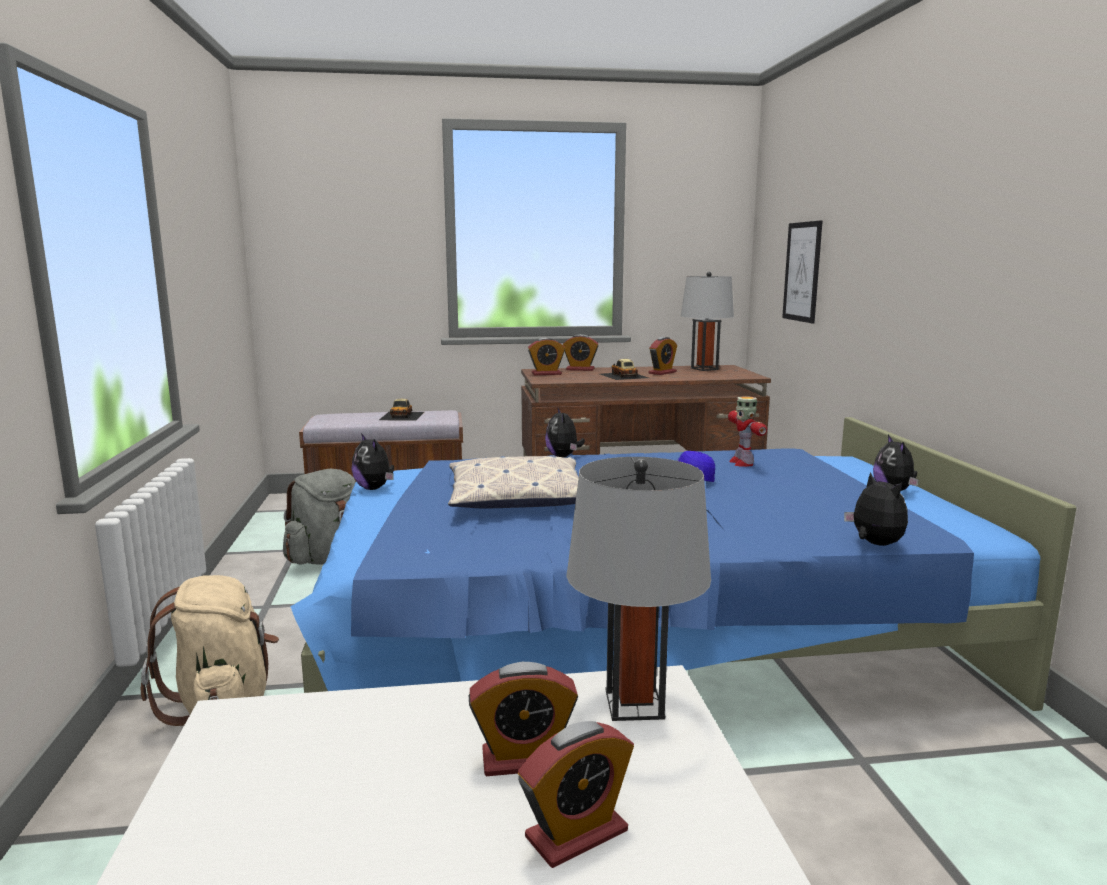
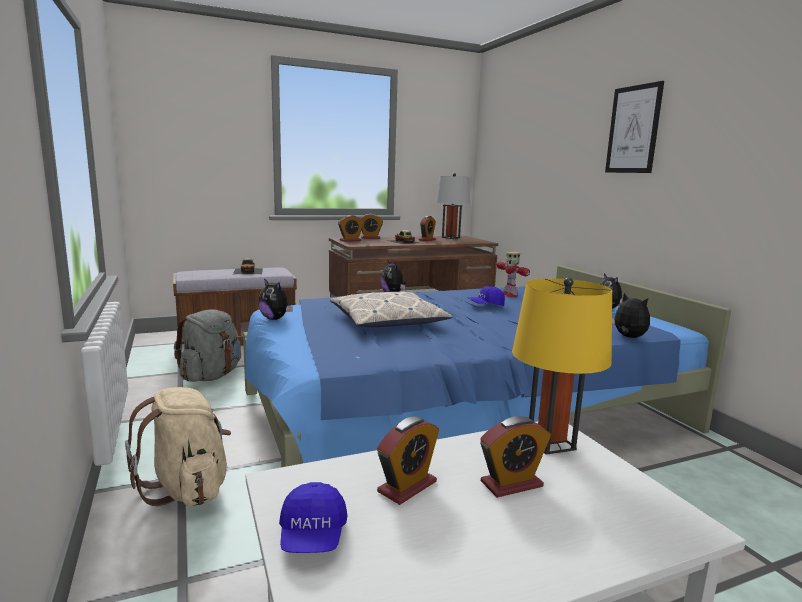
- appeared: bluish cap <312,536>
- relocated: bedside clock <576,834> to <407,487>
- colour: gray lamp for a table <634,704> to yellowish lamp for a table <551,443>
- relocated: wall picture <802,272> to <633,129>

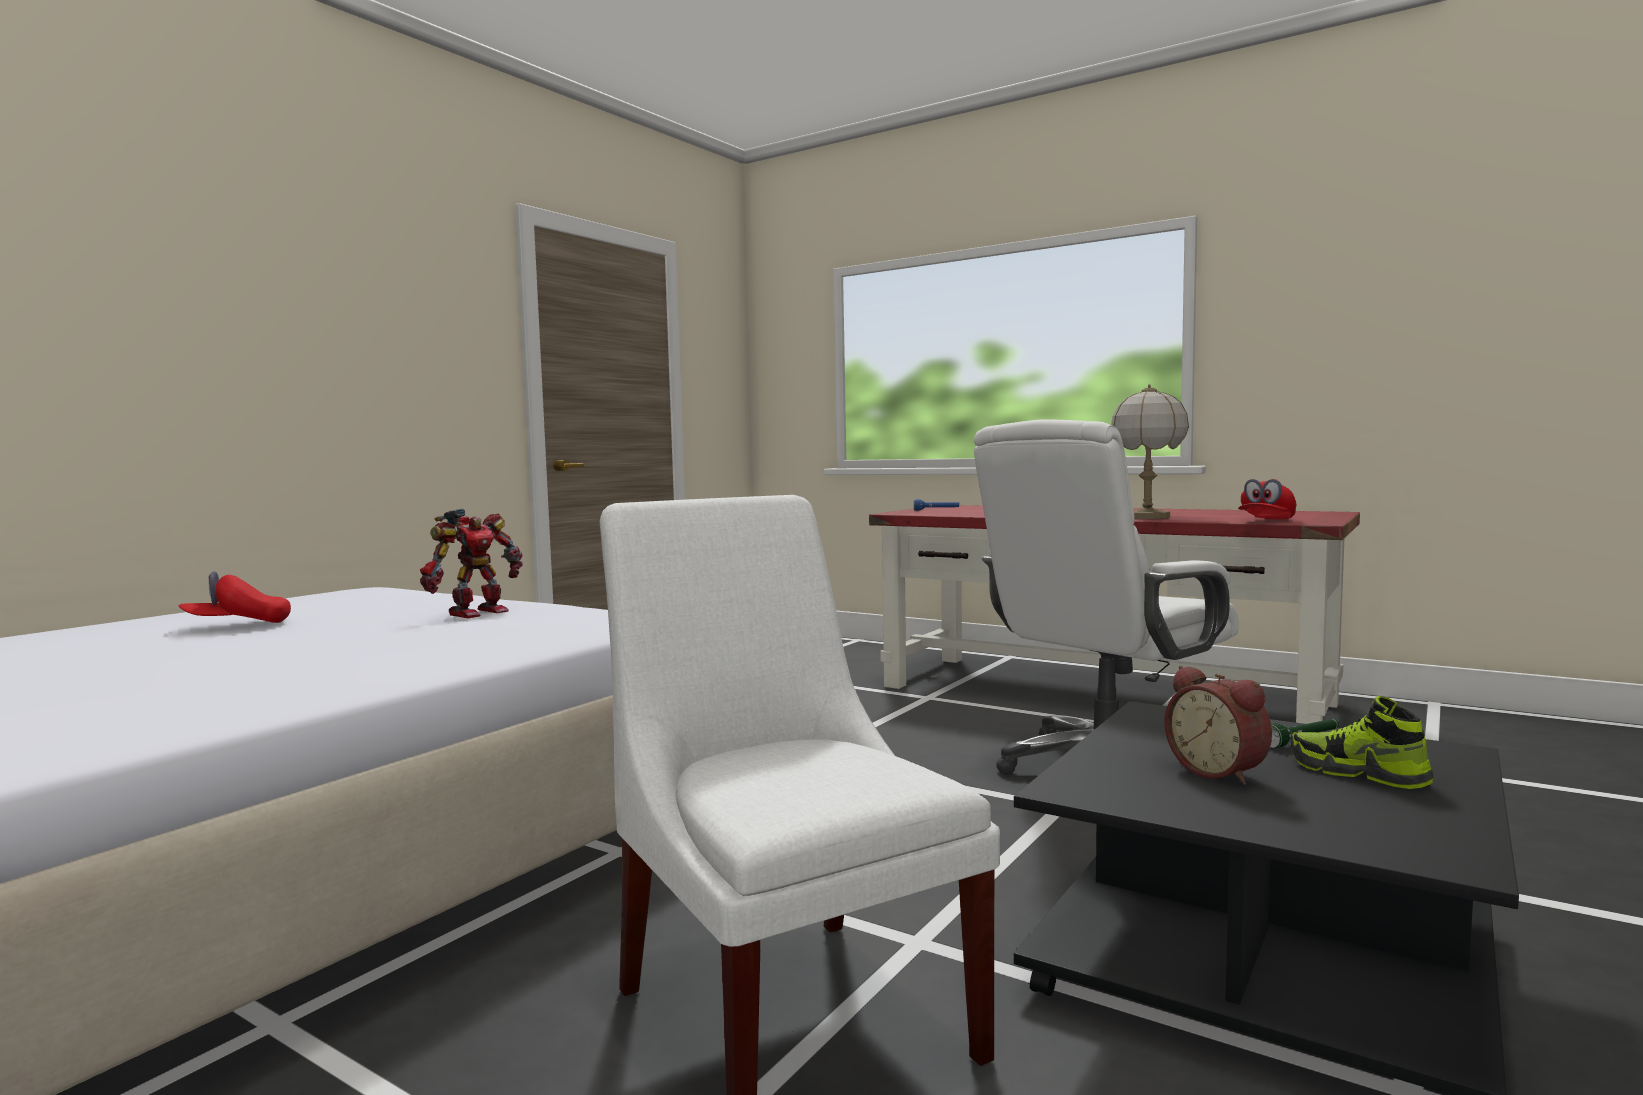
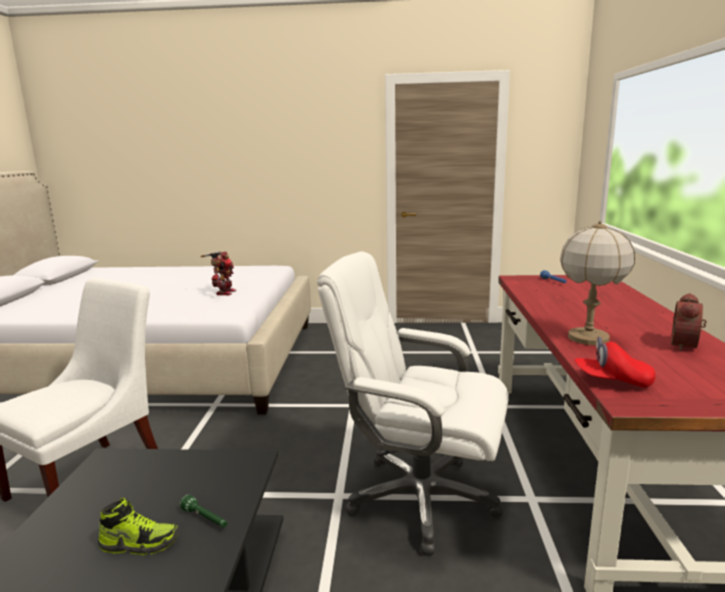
- spun: low shoe <1358,773> = <140,543> 75 degrees clockwise
- spun: toy robot <475,612> = <224,292> 90 degrees counterclockwise
- relocated: bedside clock <1219,771> to <686,346>
- missing: red cap <237,625>

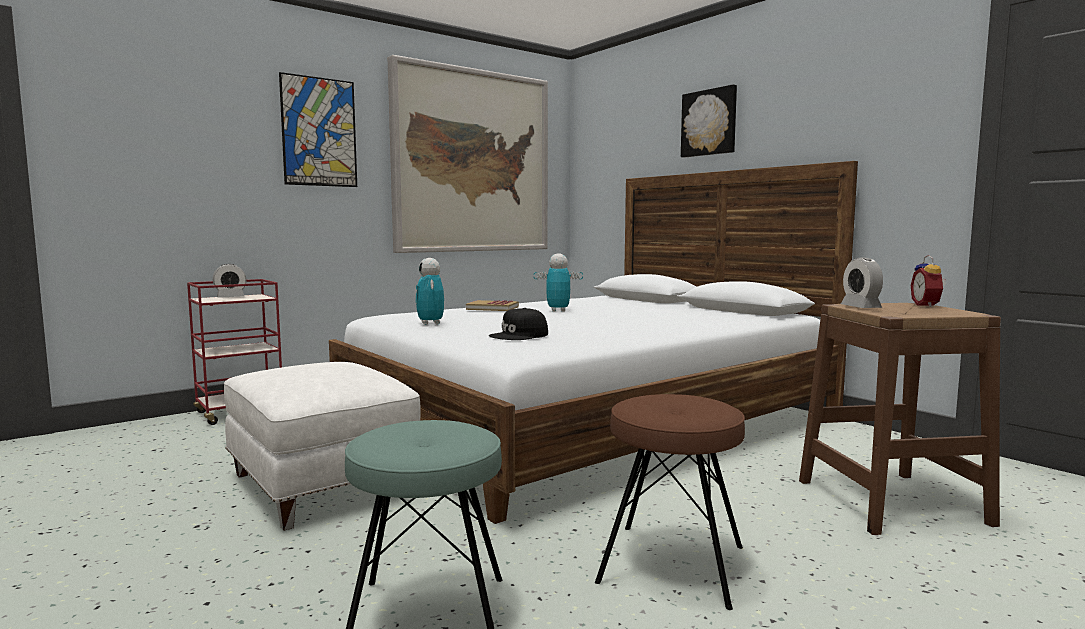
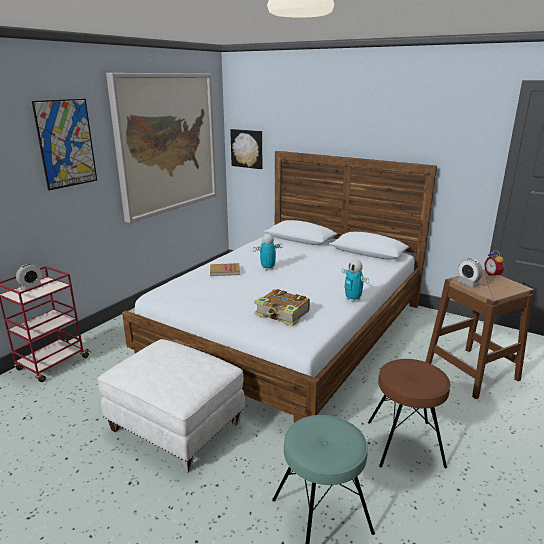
- relocated: wall picture <709,123> to <247,148>
- exchanged: black cap <519,335> to book <282,314>
- relocated: toy robot <430,323> to <353,299>

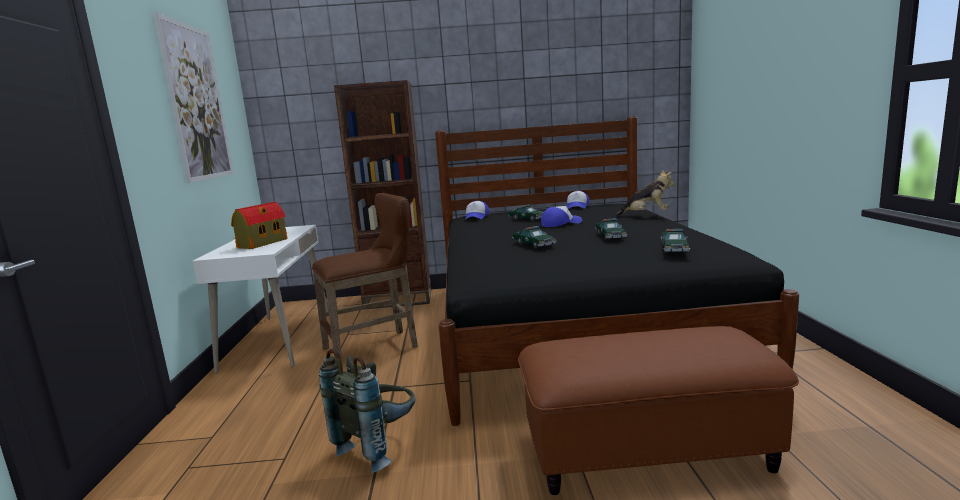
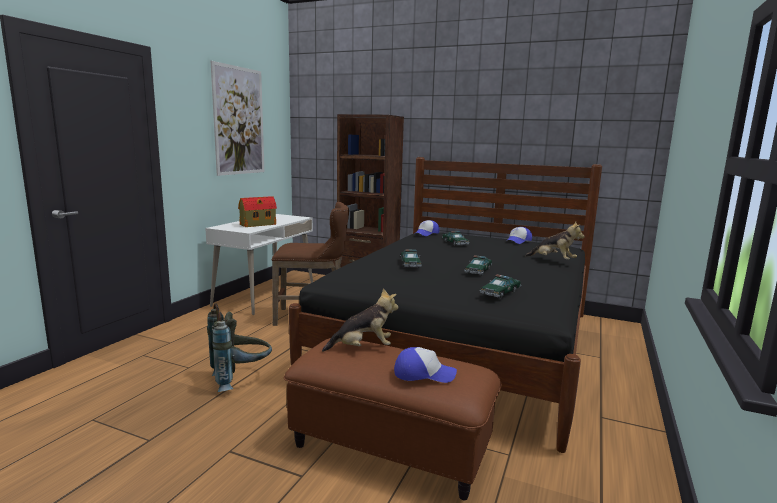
- appeared: cuddly toy <363,348>
- relocated: cap <560,224> to <423,374>

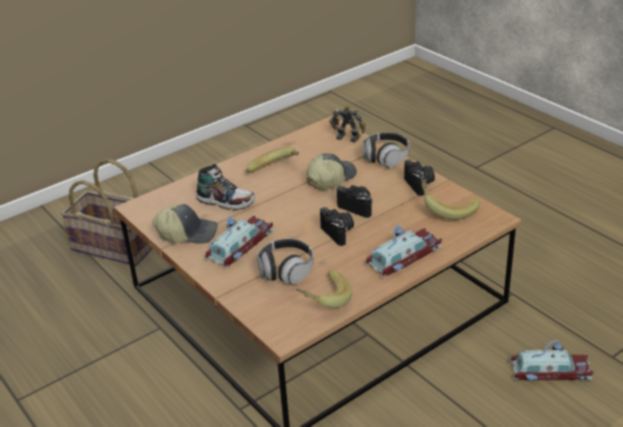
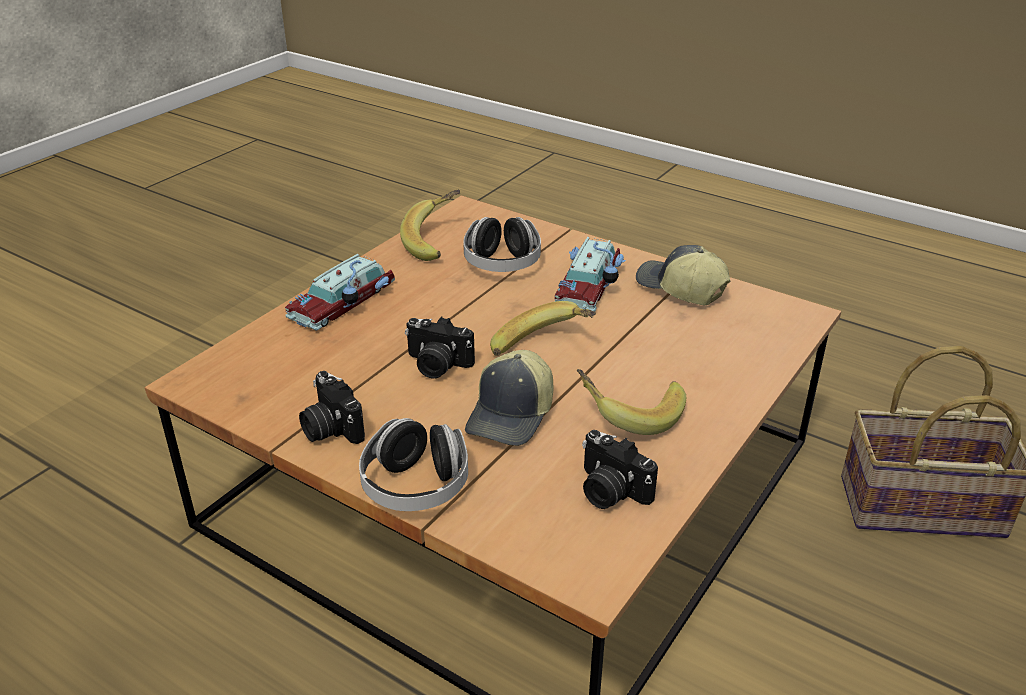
- relocated: whole banana <447,209> to <543,349>
- relocated: still camera <339,233> to <609,491>
- spun: cap <188,233> = <679,289> 60 degrees clockwise
- missing: low shoe <226,201>
- missing: toy robot <348,136>
- missing: miniature car <549,370>

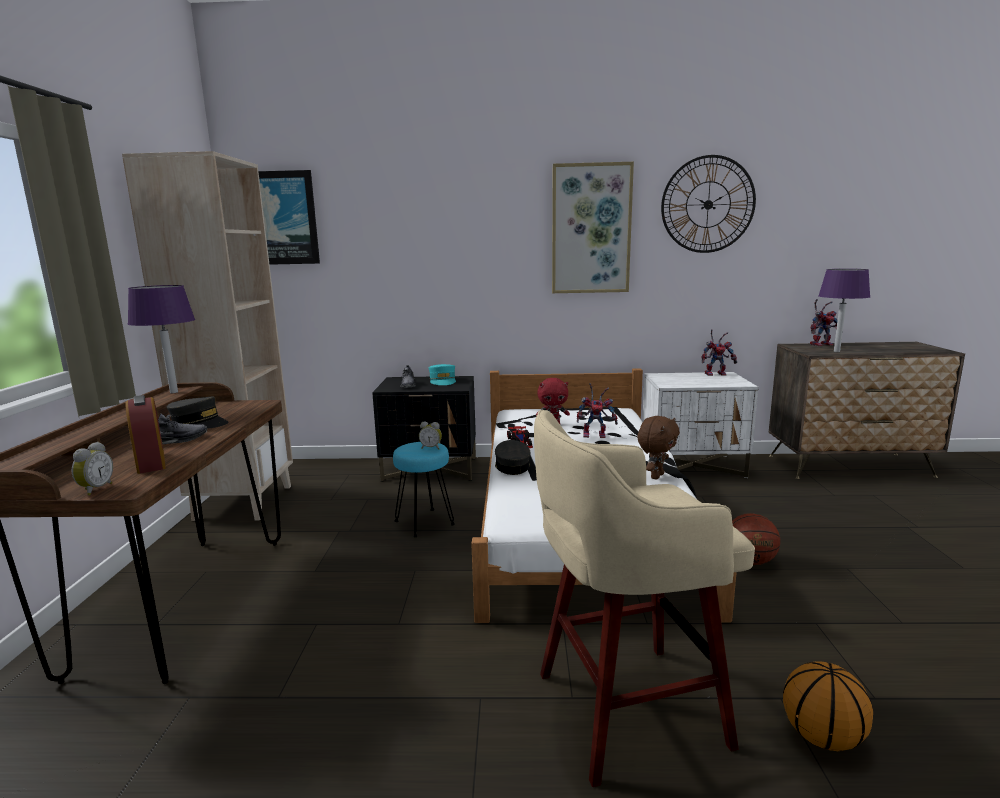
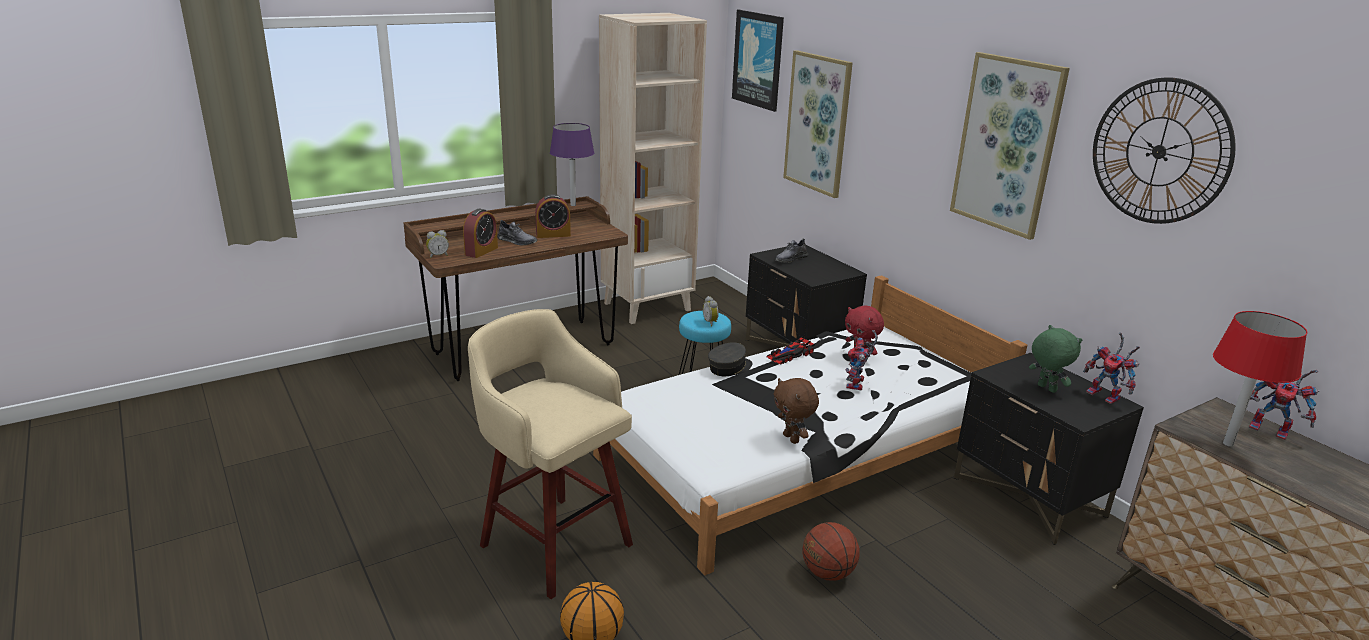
- exchanged: gray cap <199,423> to bedside clock <553,234>
- spun: brownish cuddly toy <656,476> = <792,439> 60 degrees clockwise
- appeared: wall picture <818,123>
- spun: toy robot <596,435> = <857,385> 45 degrees clockwise
- colour: whitish bedside table <693,466> to black bedside table <1029,497>
- appeared: green-coloured cuddly toy <1045,388>
- colour: purple lamp for a table <836,351> to red lamp for a table <1227,444>
- missing: turquoise cap <443,381>

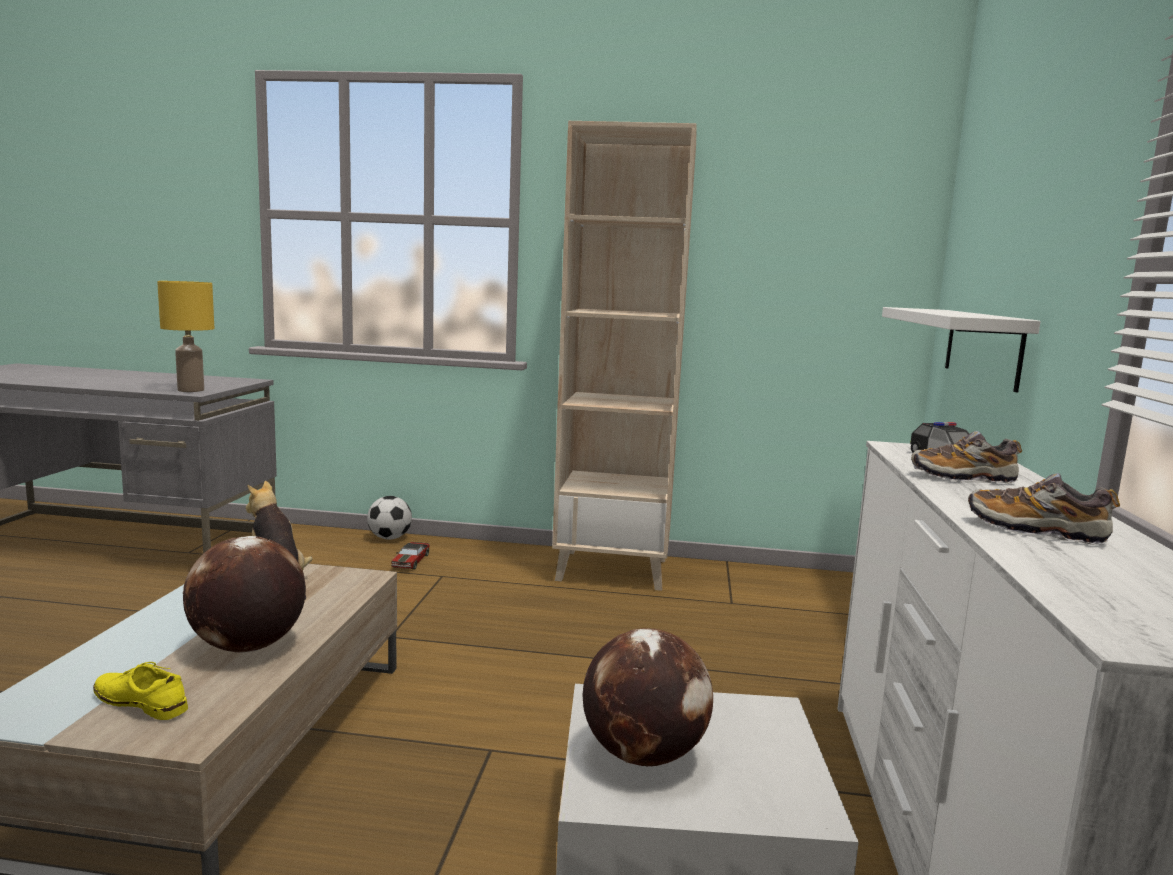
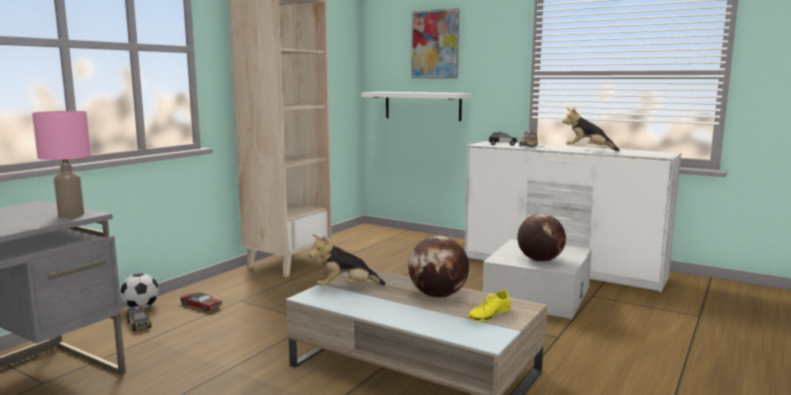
- colour: yellowish lamp for a table <190,390> to pinkish lamp for a table <71,215>
- appeared: miniature car <139,324>
- appeared: wall picture <435,44>
- exchanged: low shoe <1035,531> to cuddly toy <588,150>

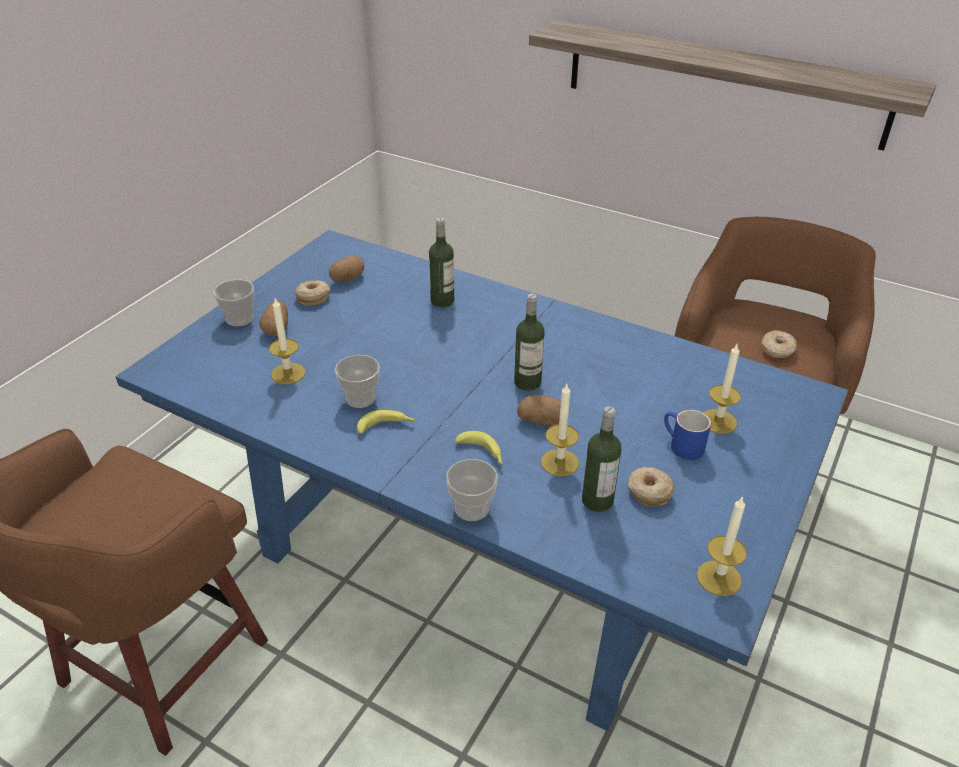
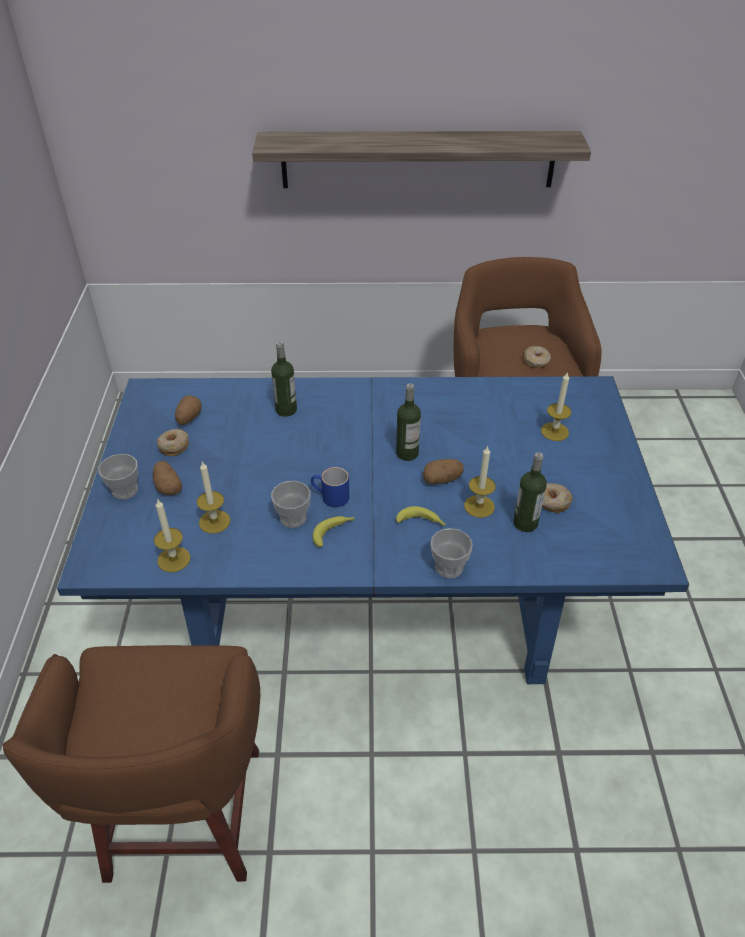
- relocated: wax light <719,578> to <174,559>
- relocated: bluish mug <681,445> to <330,497>

